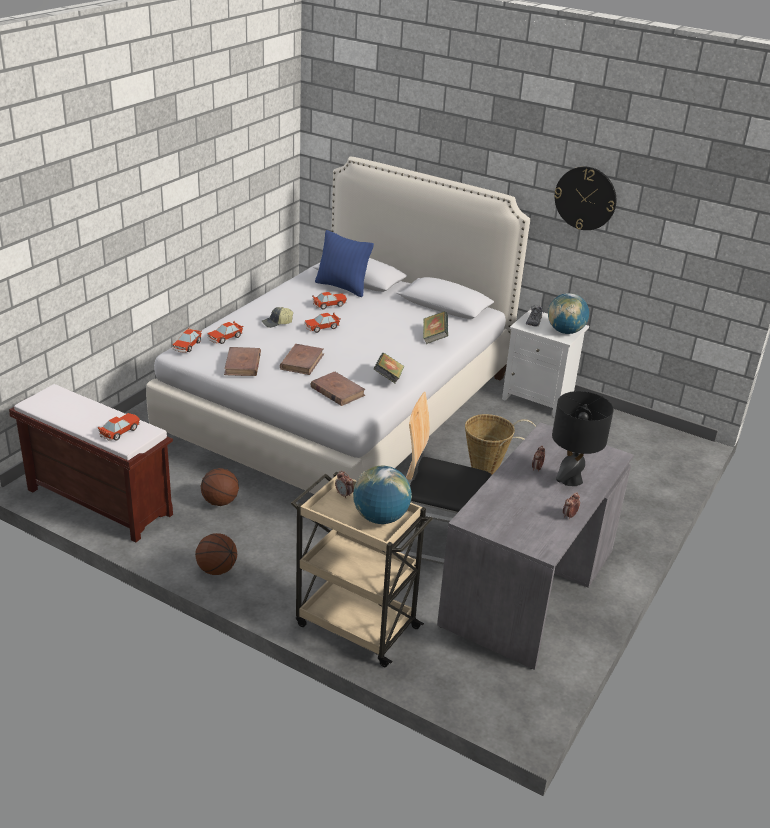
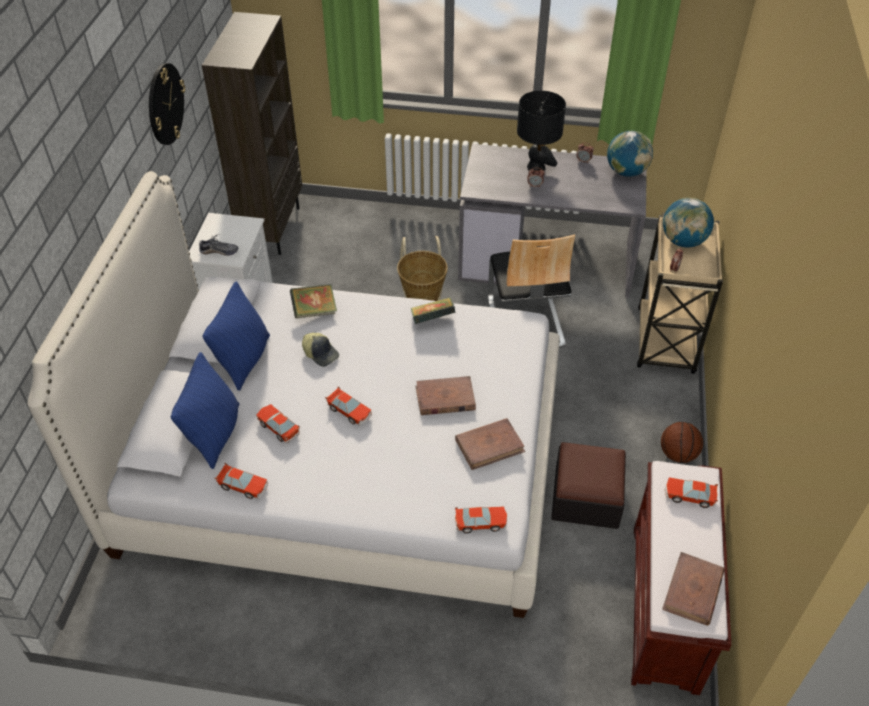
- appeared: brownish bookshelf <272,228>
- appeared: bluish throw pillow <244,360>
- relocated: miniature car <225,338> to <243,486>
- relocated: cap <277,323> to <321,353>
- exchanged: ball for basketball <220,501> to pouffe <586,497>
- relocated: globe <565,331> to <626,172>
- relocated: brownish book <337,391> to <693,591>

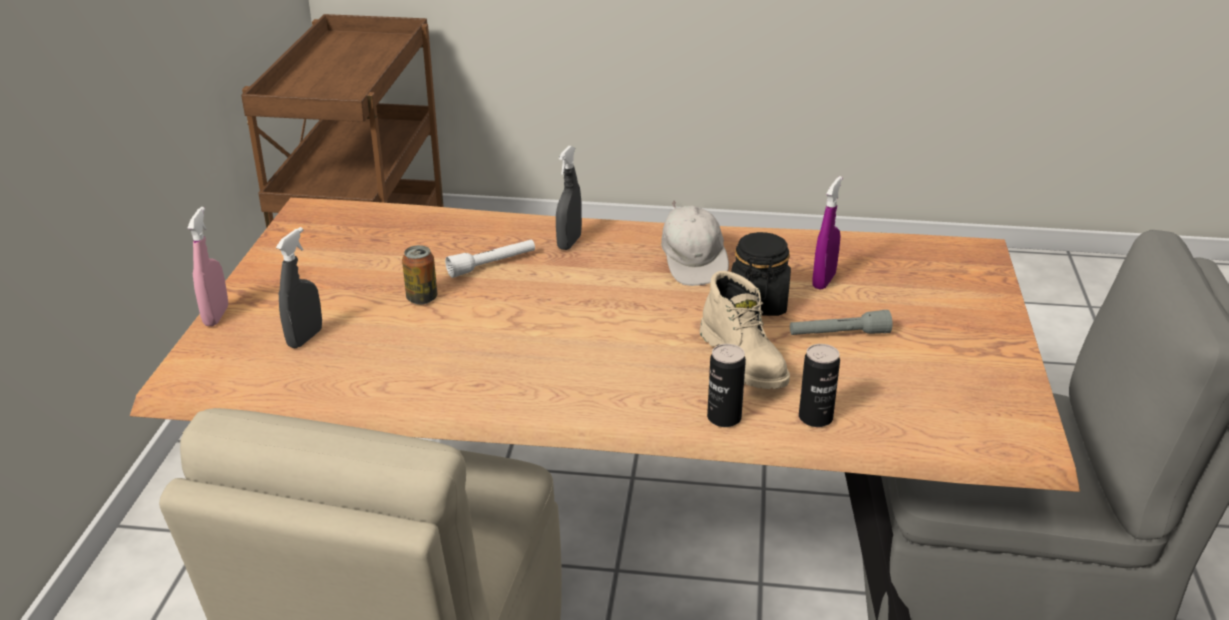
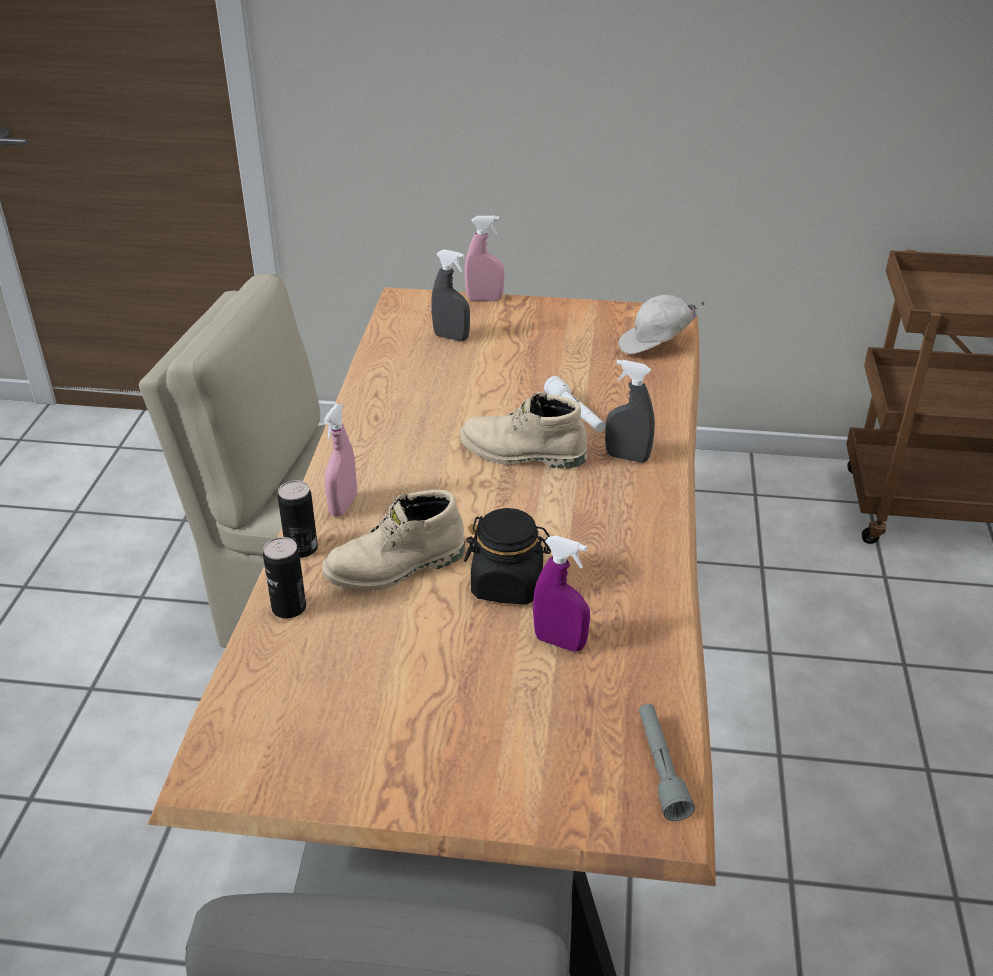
- appeared: pinkish hand sprayer <343,505>
- appeared: beige-coloured high-top boot <521,453>
- relocated: whitish cap <693,264> to <656,345>
- relocated: gray flashlight <838,335> to <660,767>
- missing: sealed can <422,298>

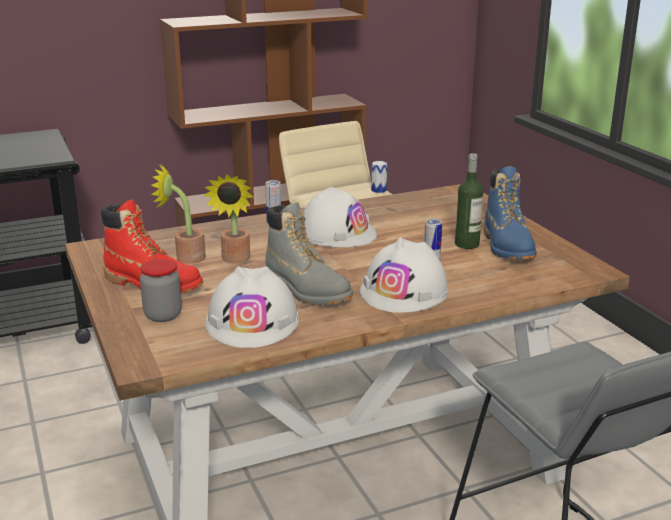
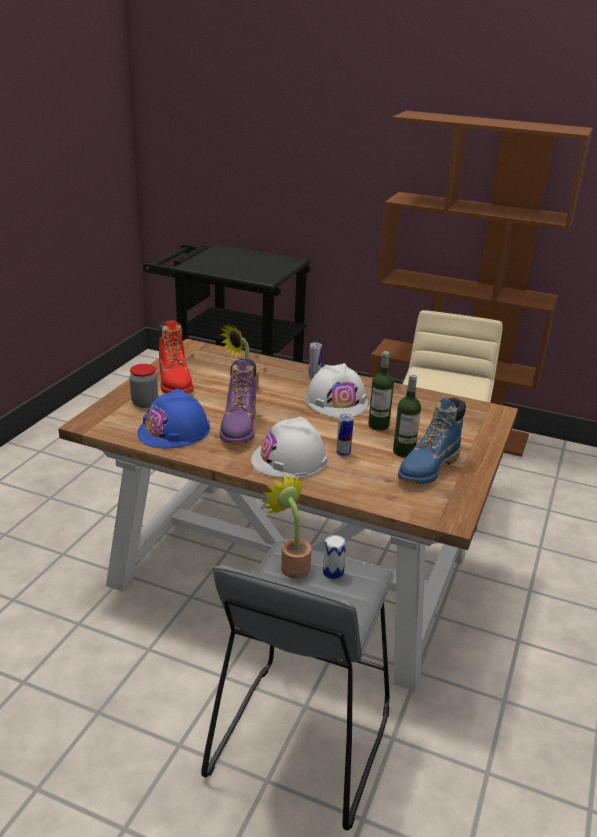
- colour: whitish hard hat <252,322> to bluish hard hat <174,431>
- colour: gray high-top boot <307,290> to purple high-top boot <239,428>
- relocated: houseplant <184,257> to <291,565>
- relocated: sealed can <378,190> to <333,572>
- appeared: drink bottle <378,425>

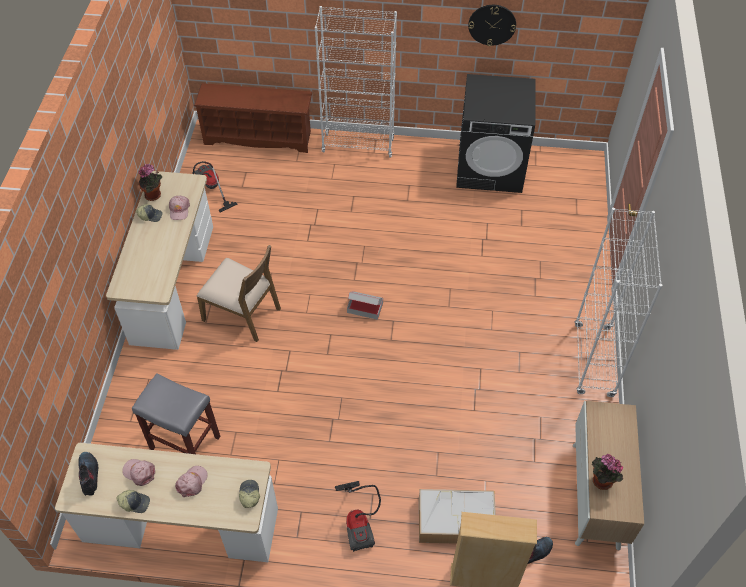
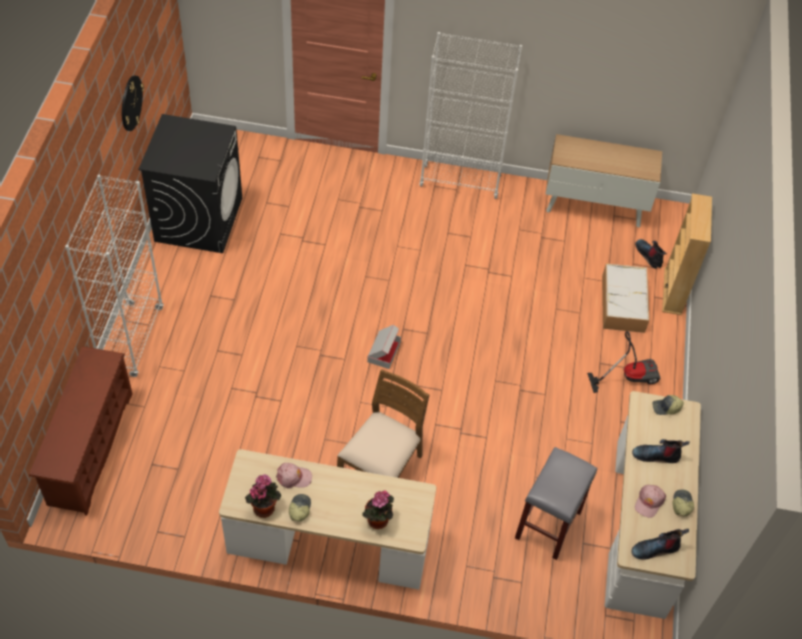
- relocated: houseplant <600,481> to <378,522>
- exchanged: pinkish cap <192,482> to high-top boot <656,455>
- missing: hoover <211,188>

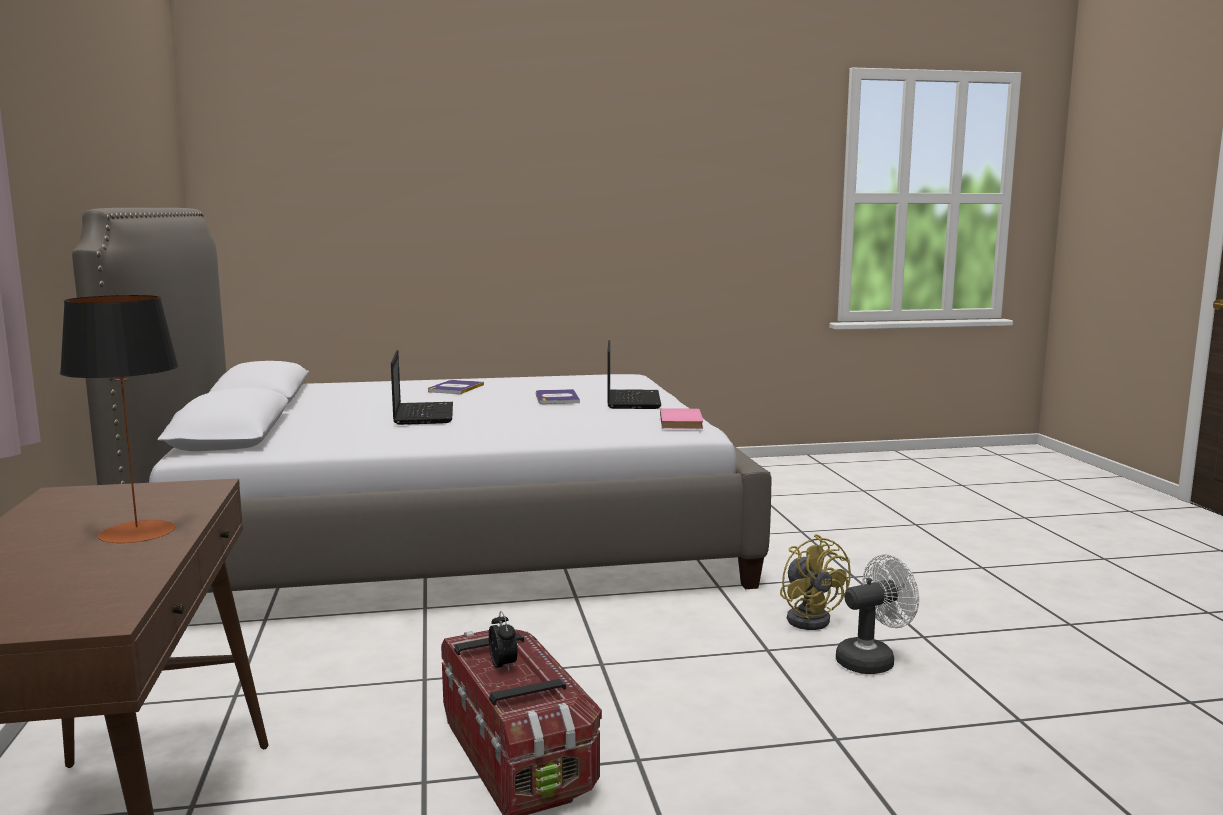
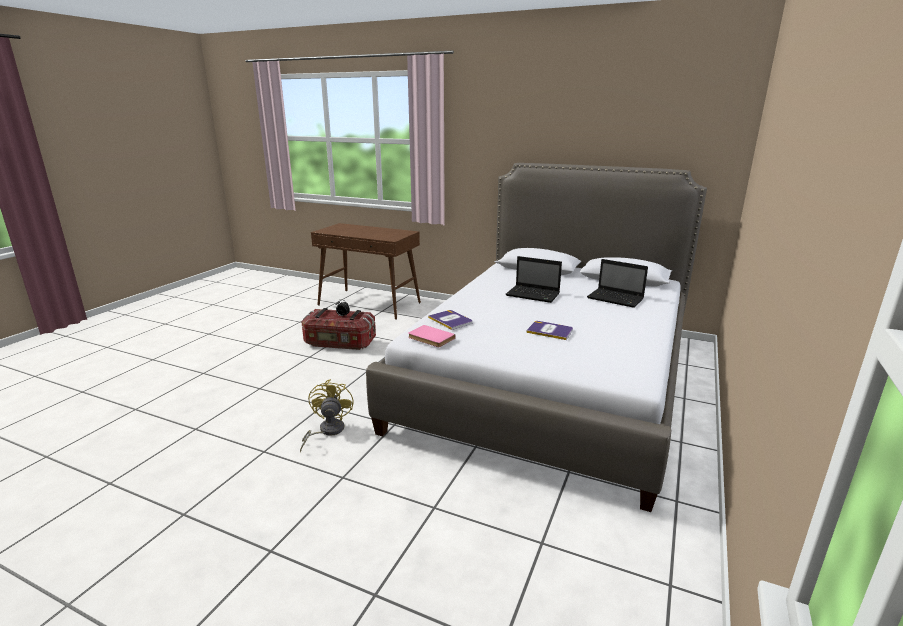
- spun: yellowish cooling fan <810,618> = <327,431> 75 degrees clockwise
- relocated: book <455,388> to <450,320>
- relocated: notebook computer <632,400> to <616,299>
- missing: lamp for a table <137,532>
- missing: whitish cooling fan <872,660>

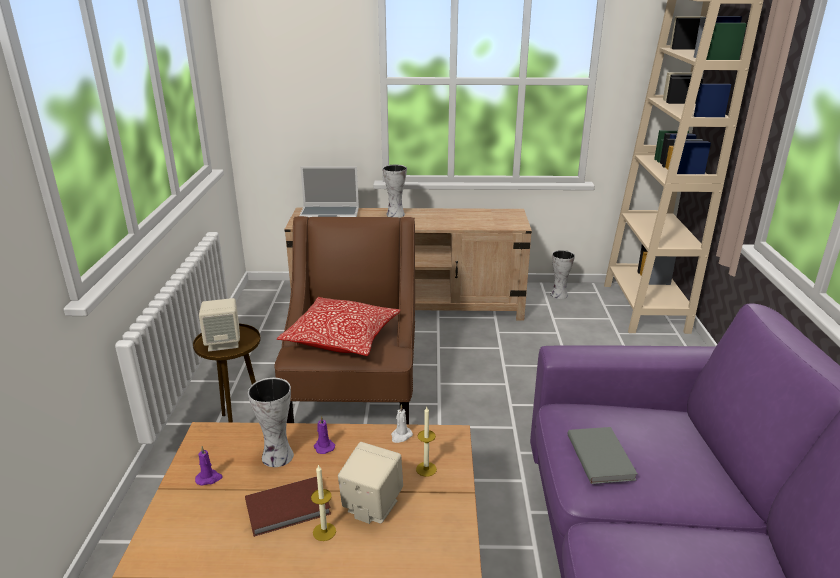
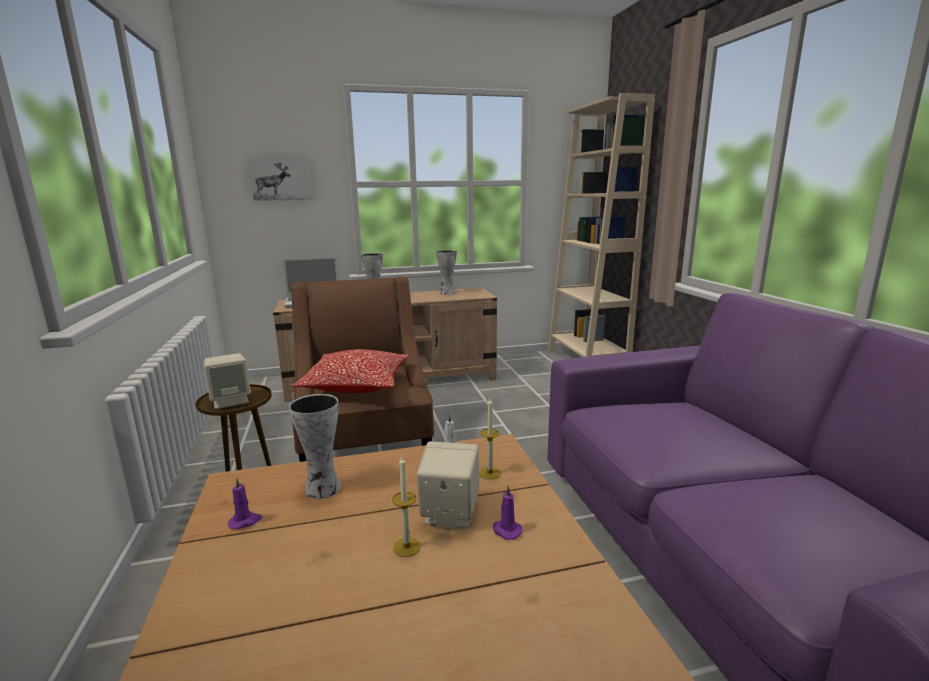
- appeared: wall picture <281,180>
- relocated: vase <558,294> to <446,293>
- relocated: purple wax light <323,446> to <506,530>
- missing: brownish book <289,508>
- missing: gray book <601,456>

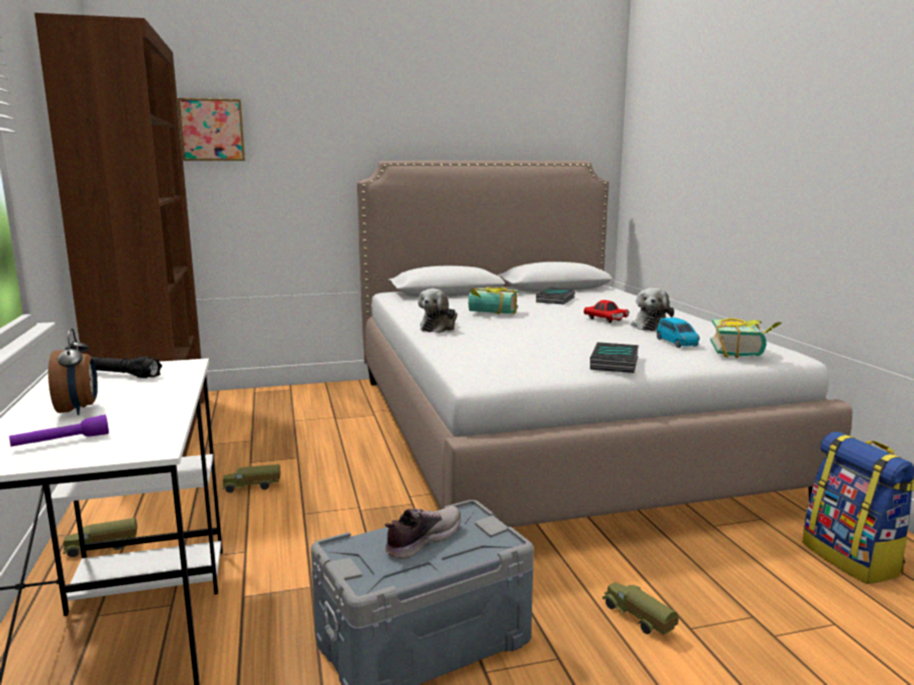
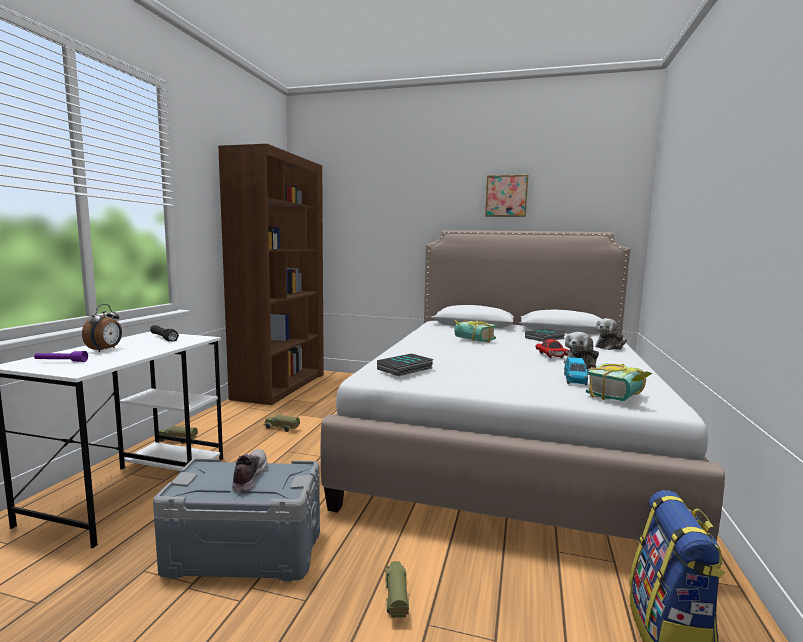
- spun: low shoe <422,540> = <248,477> 75 degrees counterclockwise
- relocated: book <615,363> to <405,369>
- relocated: wall picture <212,130> to <506,196>
- relocated: cuddly toy <439,327> to <610,347>

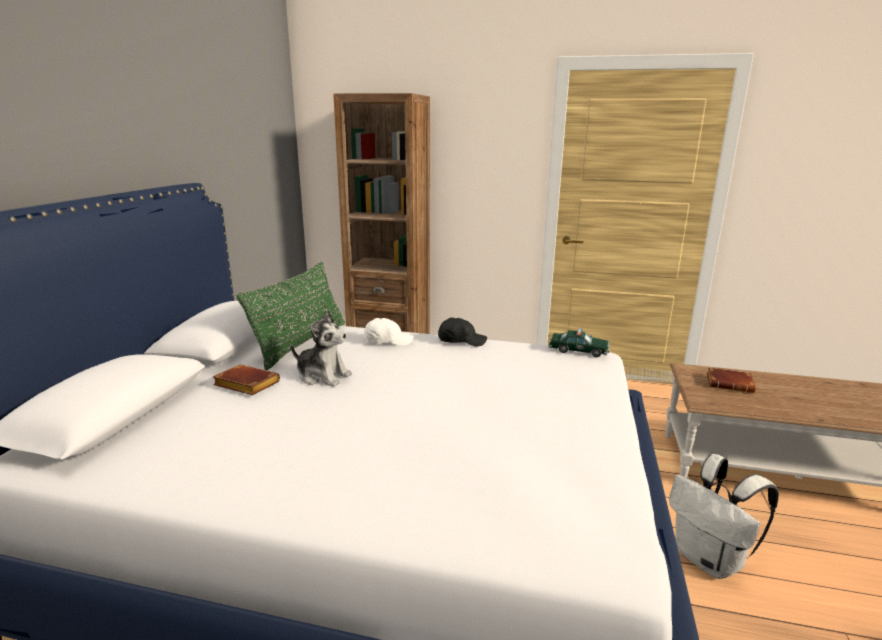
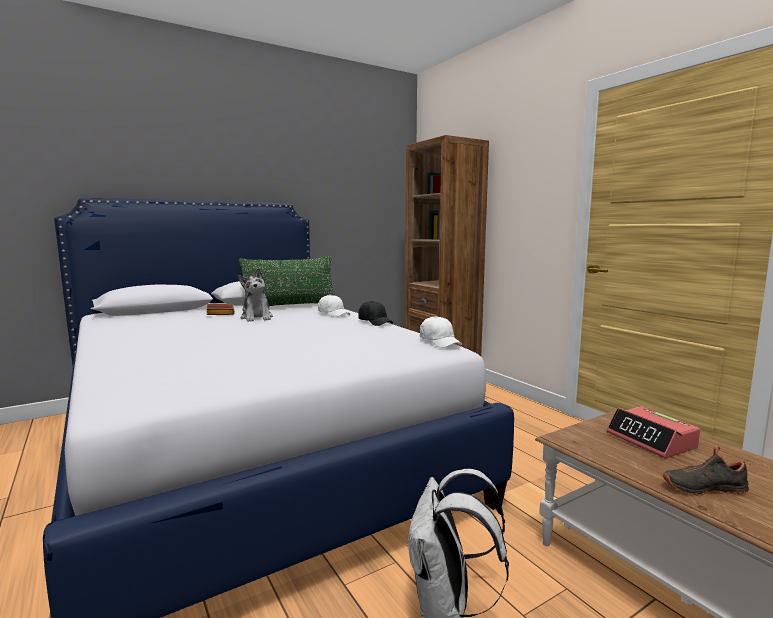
- exchanged: miniature car <578,350> to whitish cap <440,342>
- exchanged: brownish book <730,384> to bedside clock <651,441>
- appeared: black low shoe <703,487>

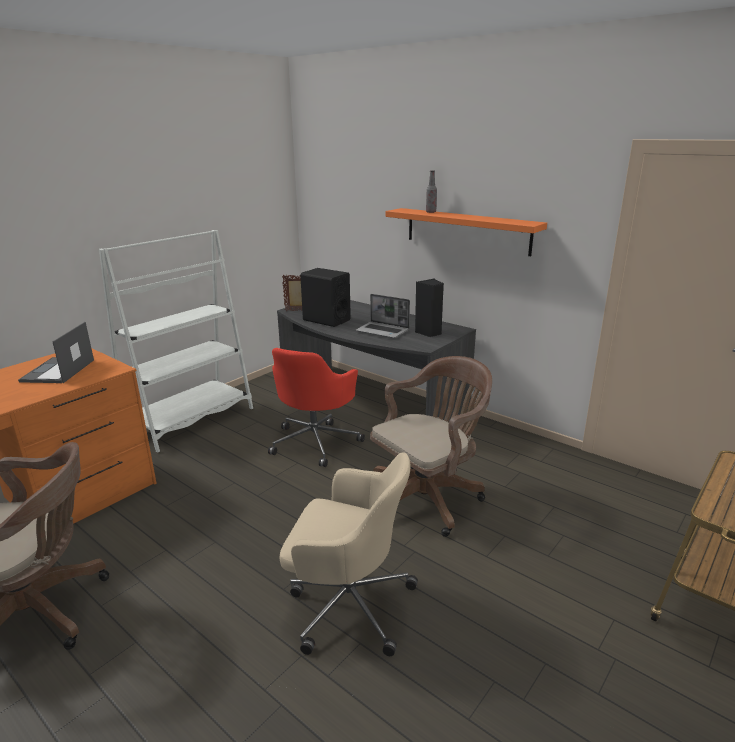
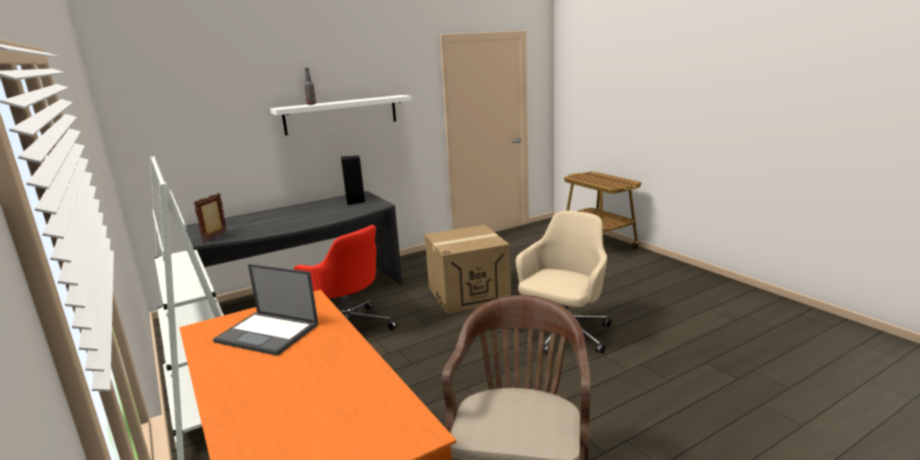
- colour: orange wall shelf <467,231> to whitish wall shelf <341,114>
- exchanged: brownish desk chair <428,497> to packing box <468,293>
- missing: black loudspeaker <326,320>
- missing: notebook computer <383,331>

